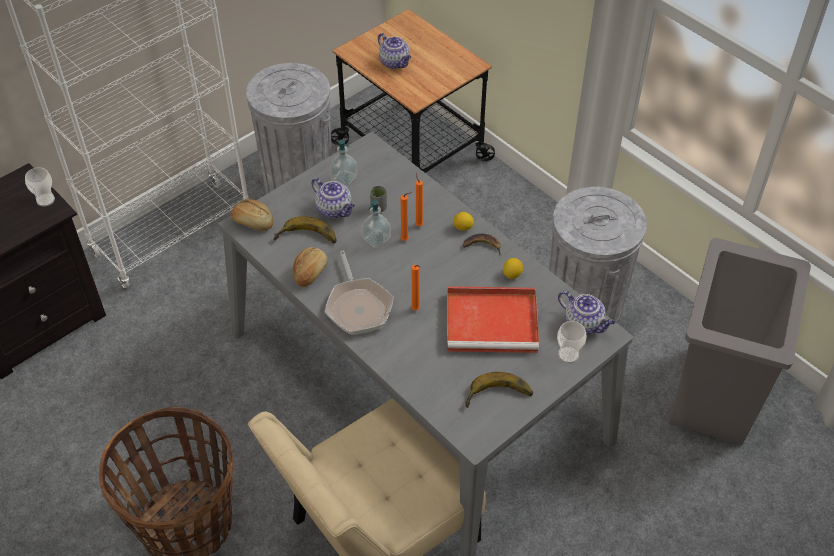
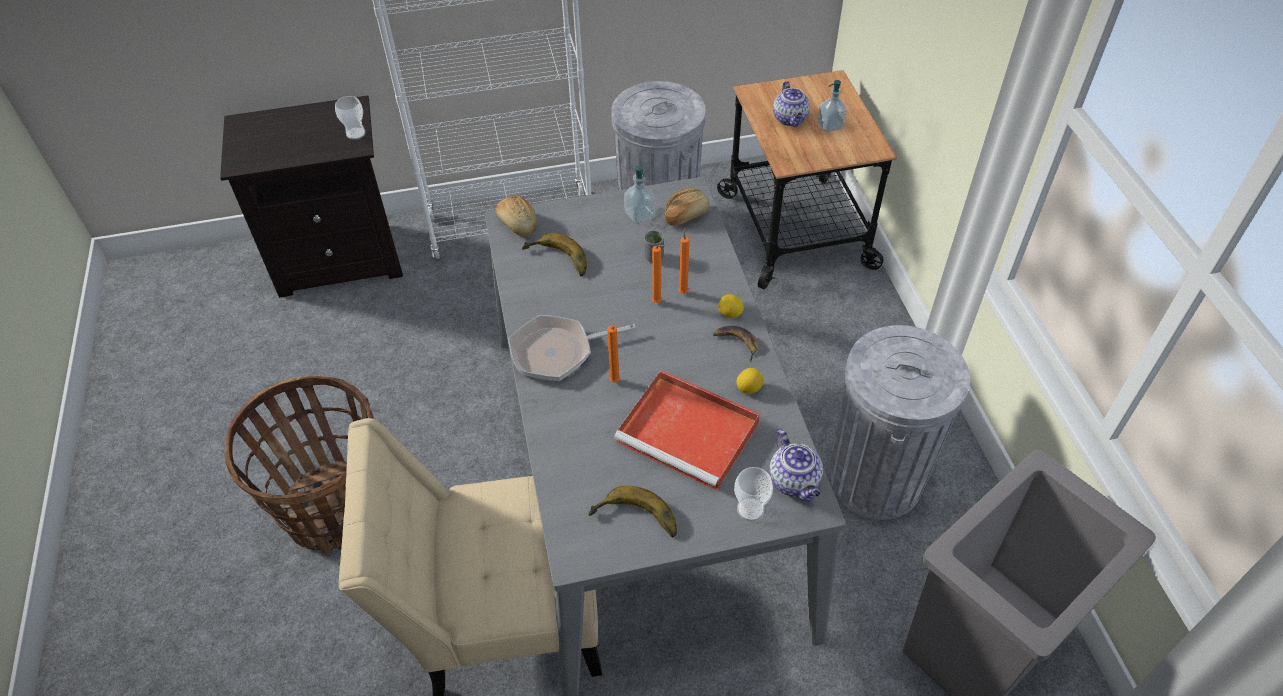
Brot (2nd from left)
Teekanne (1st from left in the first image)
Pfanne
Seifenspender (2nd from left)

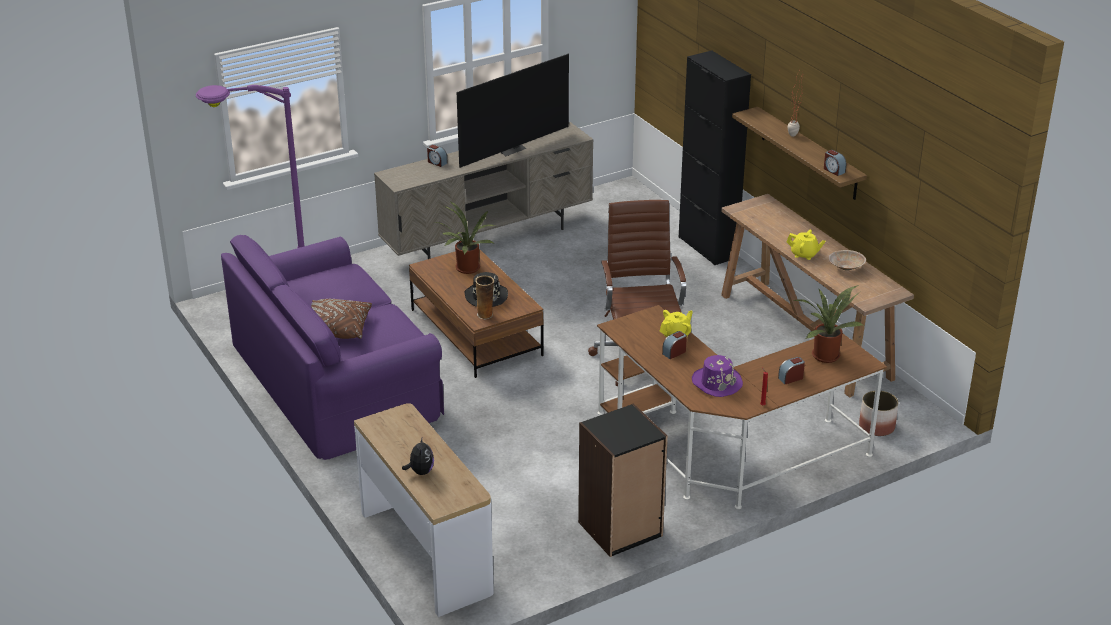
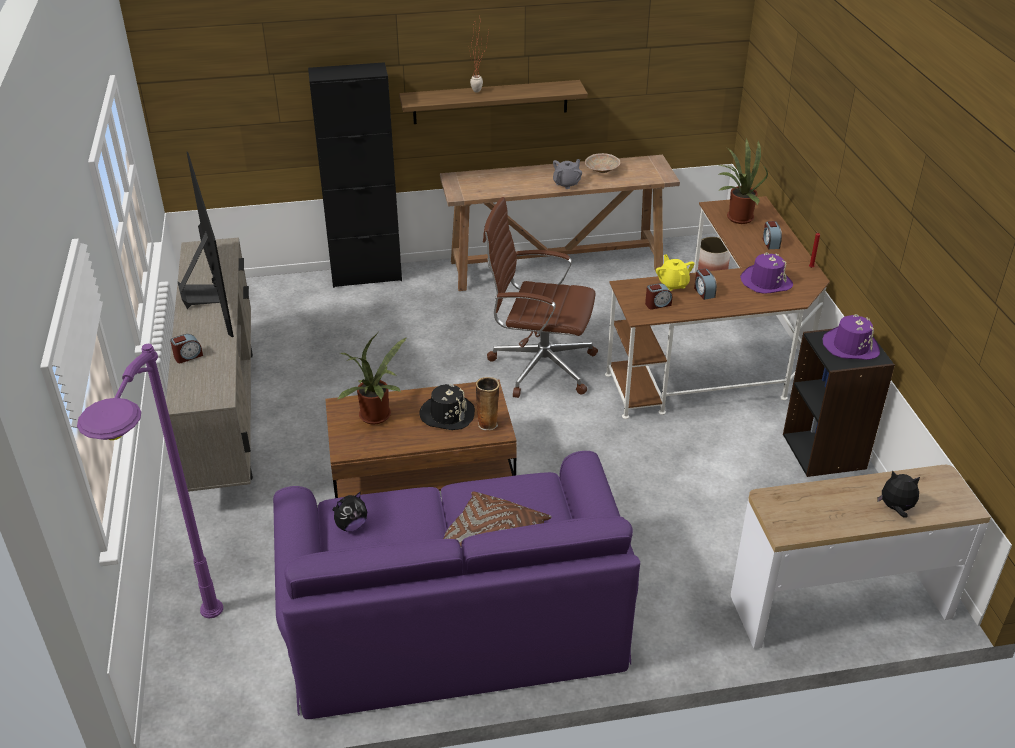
Teekanne/grau
Wecker (2nd from left)
Plüschtier (1st from left)
Hut/lila (2nd from left)

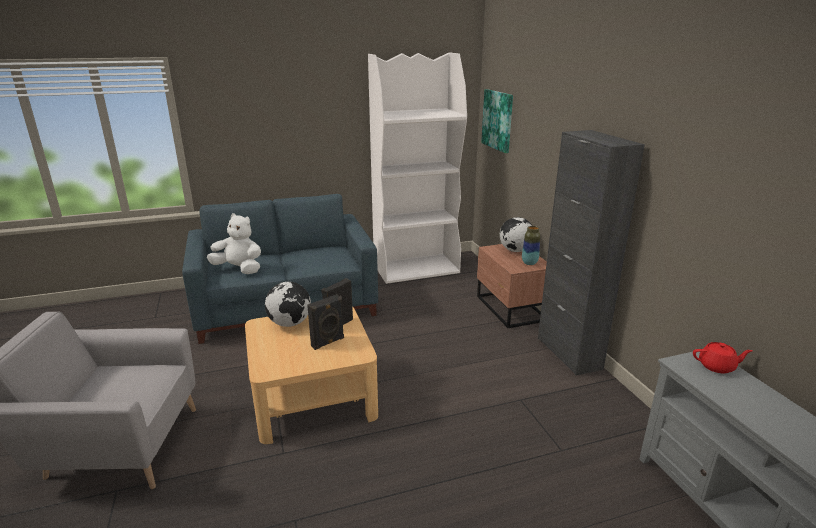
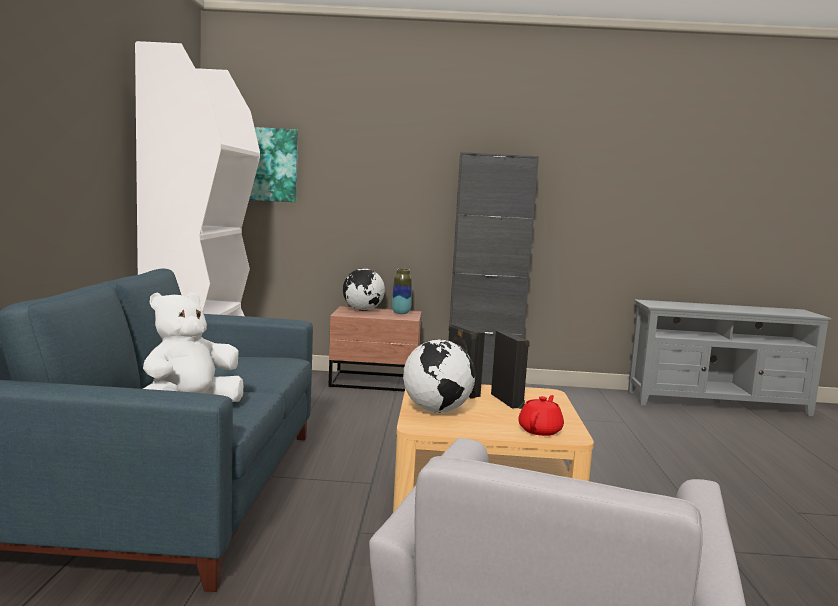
Teekanne/rot

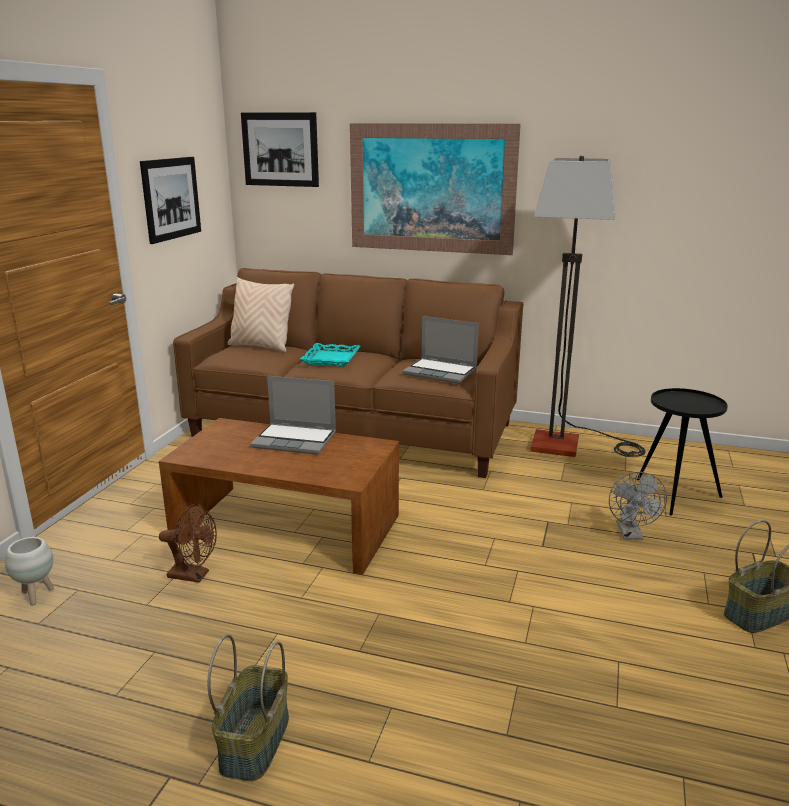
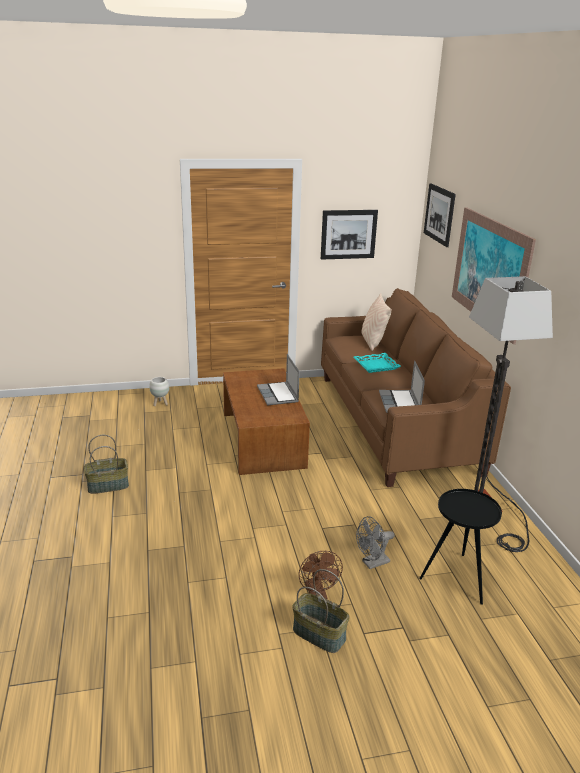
Ventilator/braun

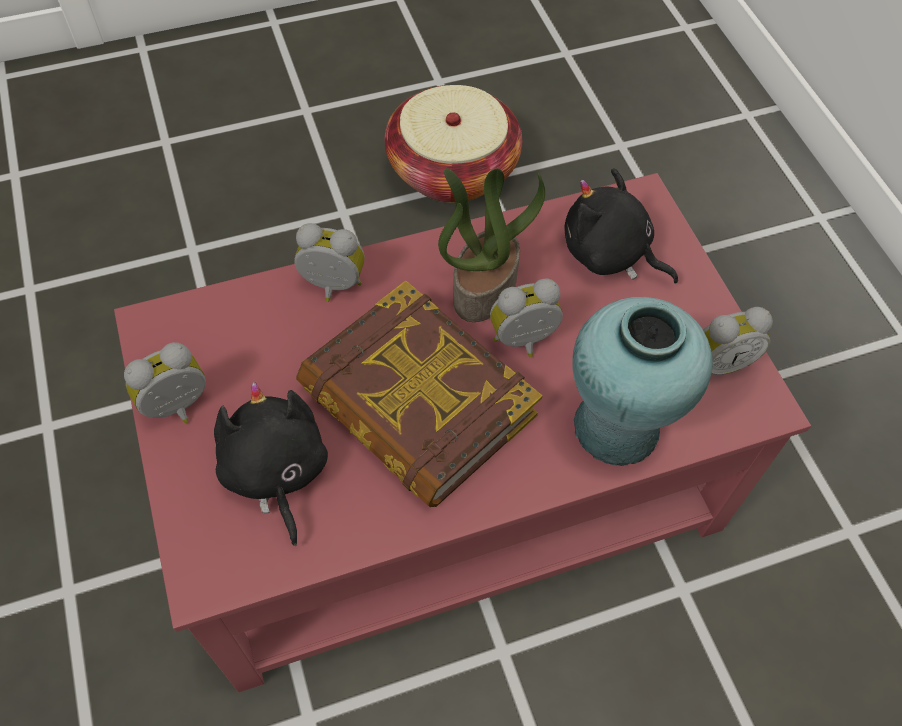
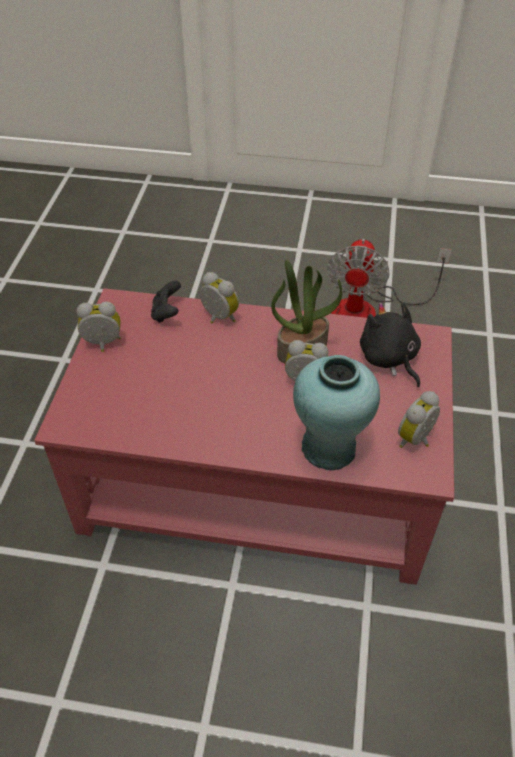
Plüschtier/schwarz (1st from left in the first image)
Buch
Ventilator
Wecker (4th from left)
Gamepad/schwarz

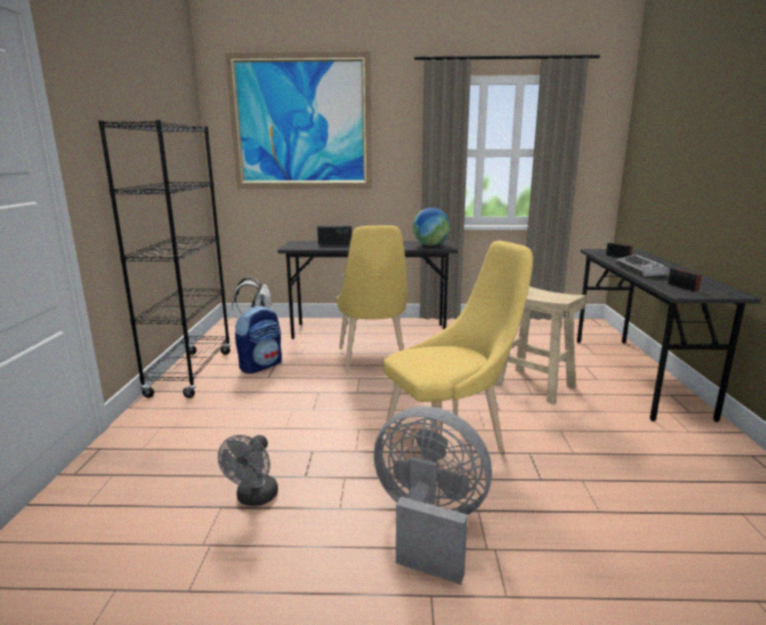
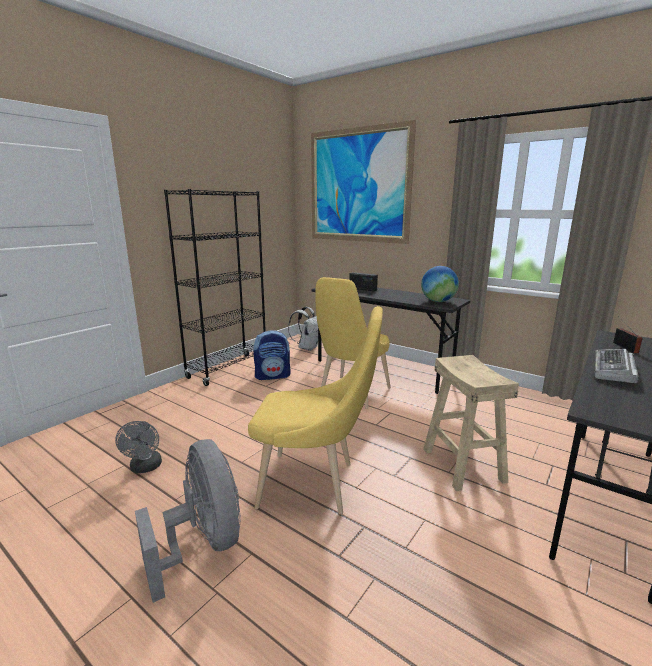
Ventilator/grau (1st from left)
Radio (3rd from left in the first image)

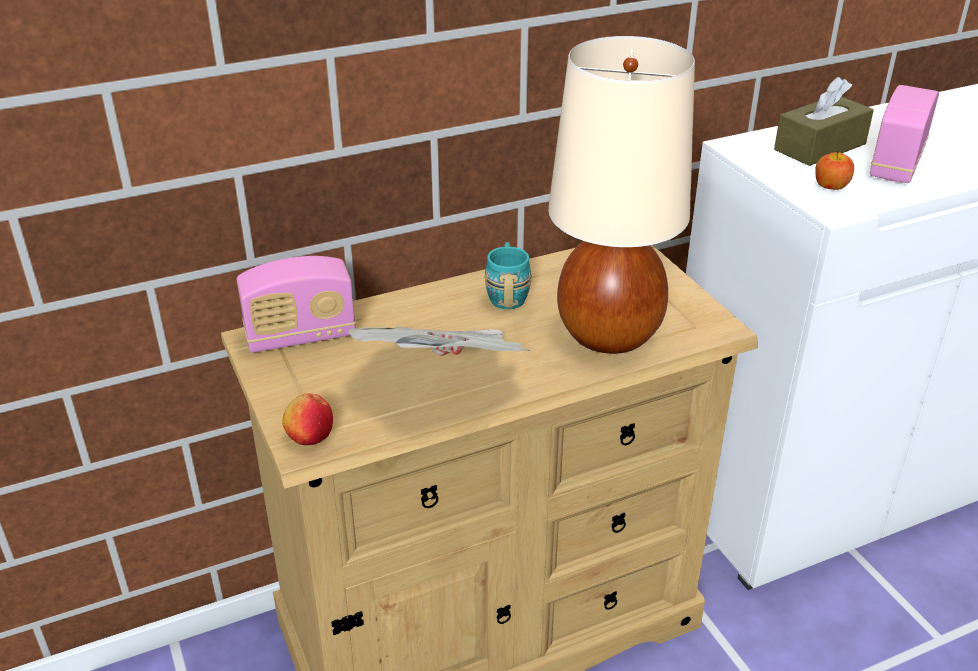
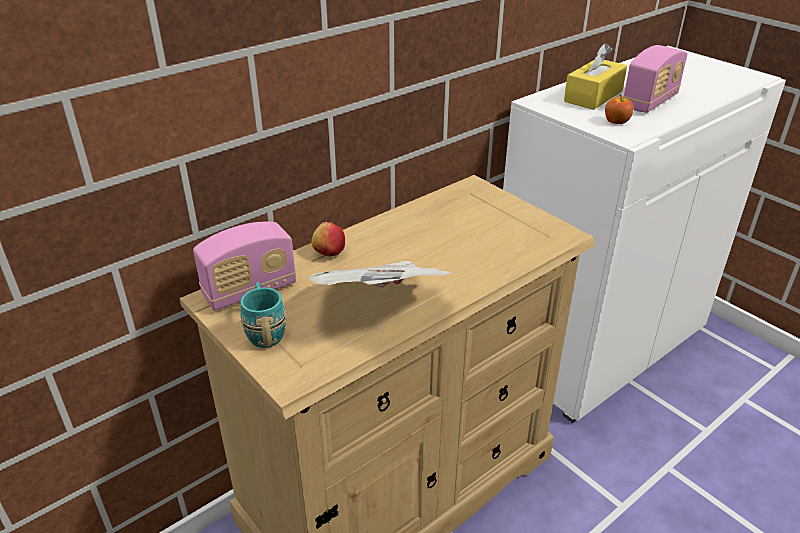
Apfel (1st from left)
Henkelbecher/türkis
Tischlampe/beige
Taschentuchbox/gelb
Radio (2nd from left)

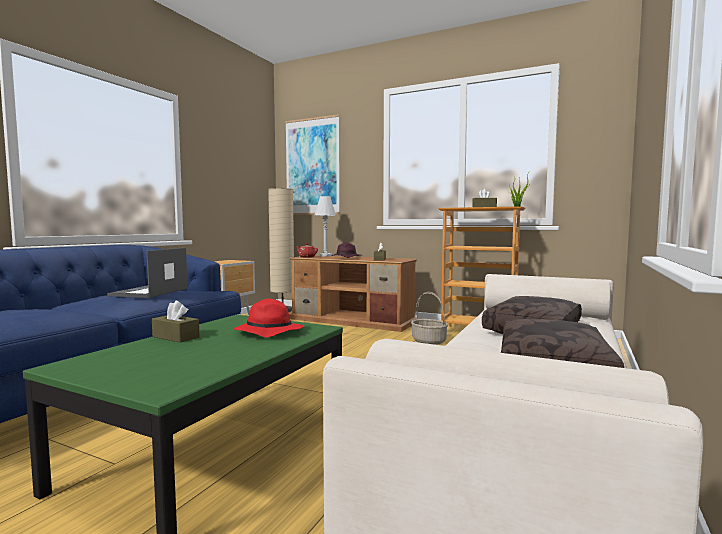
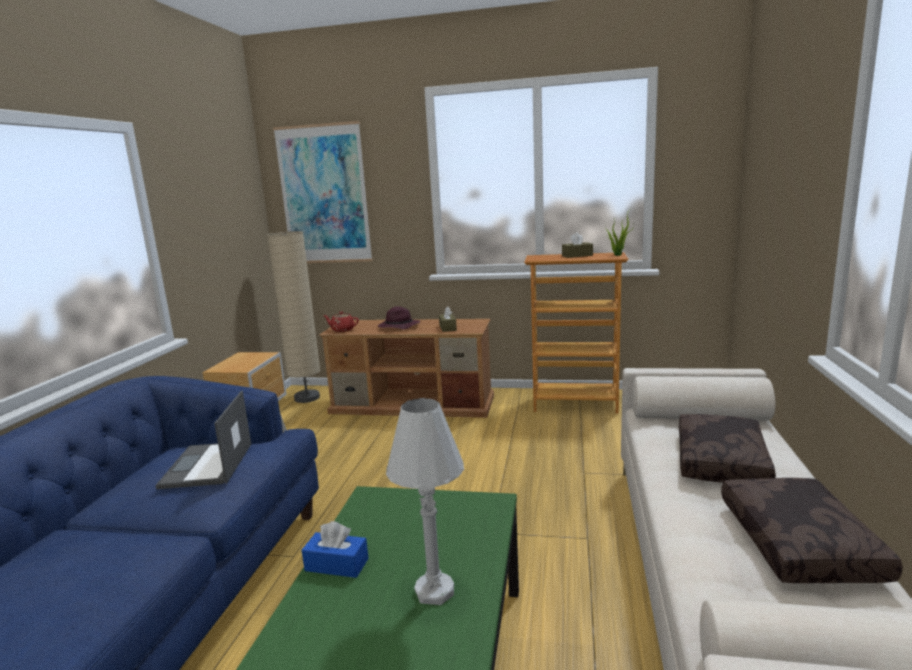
Taschentuchbox/blau
Hut/rot
Tischlampe/weiß
Korb

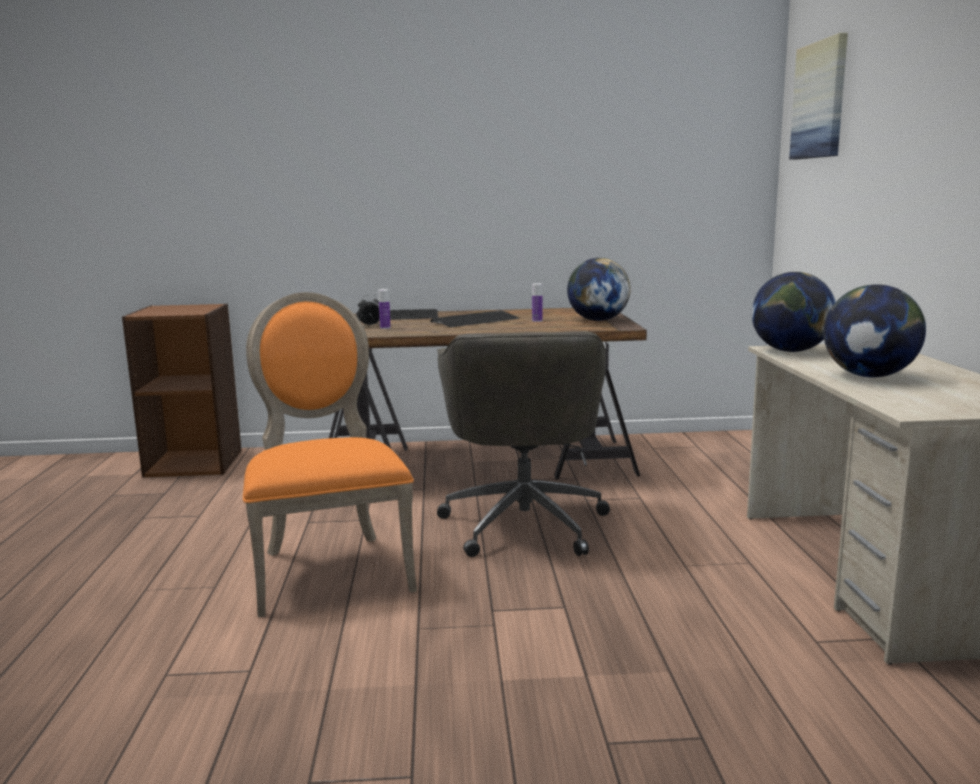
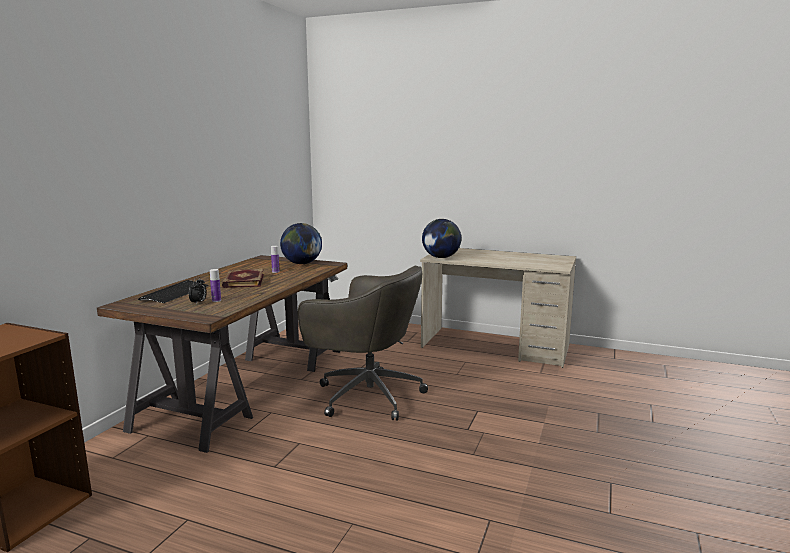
Stuhl/orange
Buch
Bild
Globus (3rd from left in the first image)

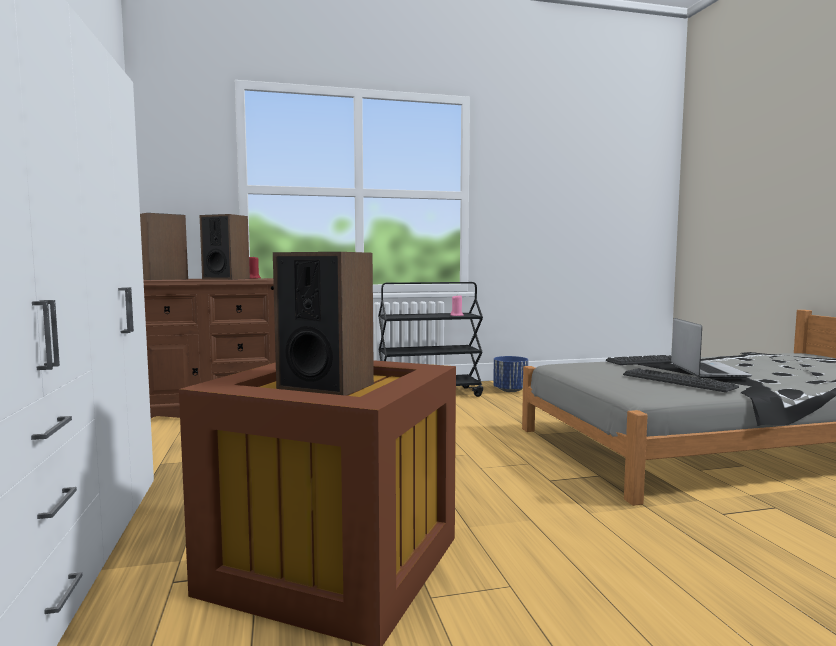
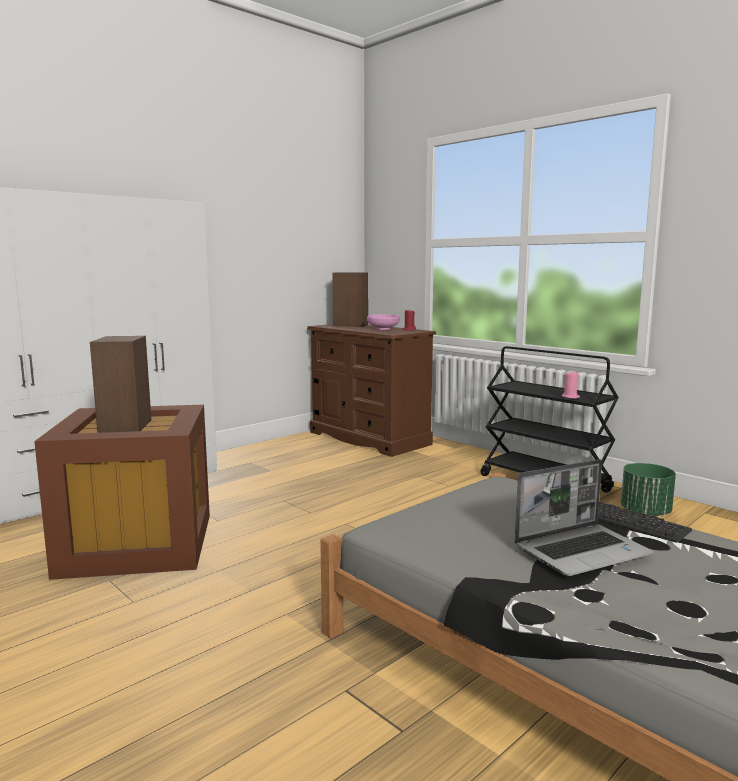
Schüssel/rosa
Pflanzkübel/grün
Tastatur (2nd from left in the first image)

